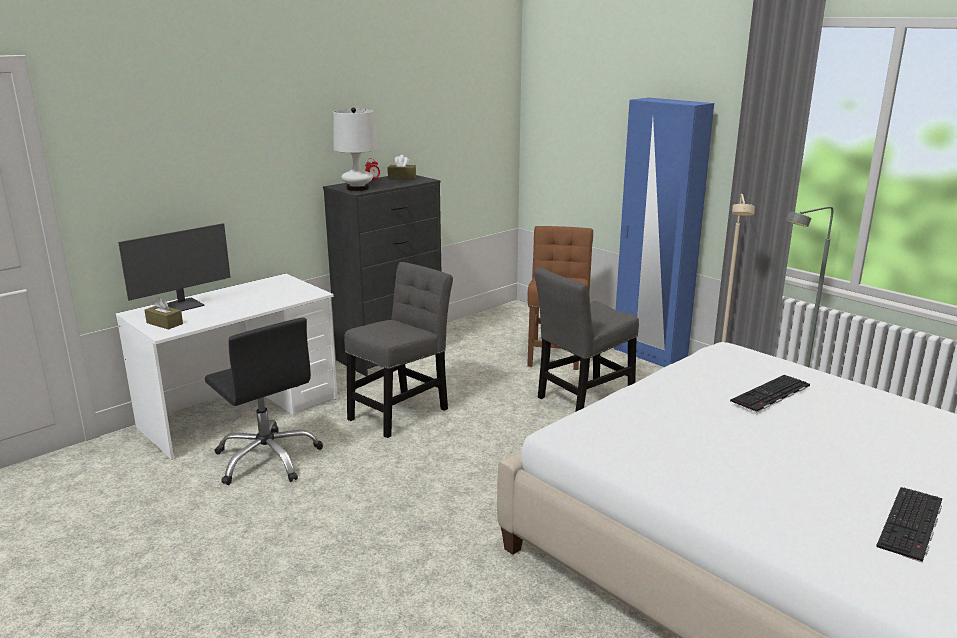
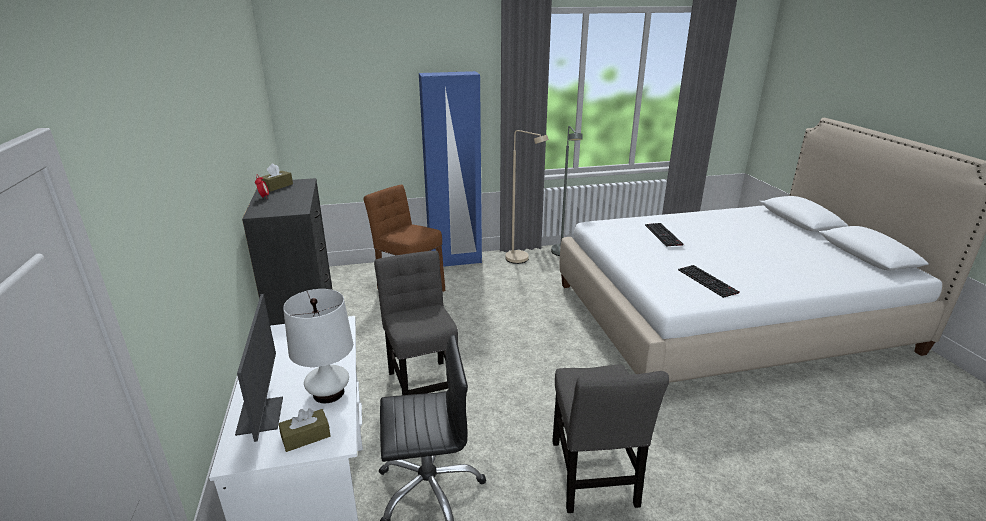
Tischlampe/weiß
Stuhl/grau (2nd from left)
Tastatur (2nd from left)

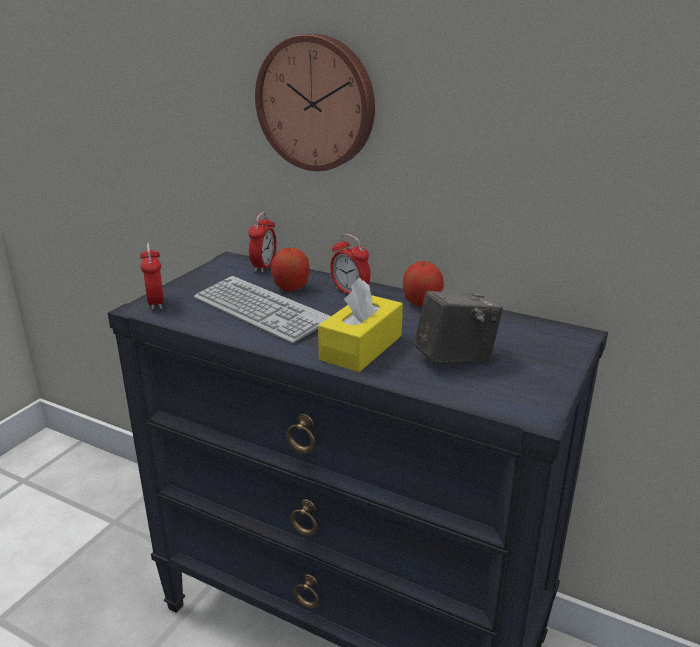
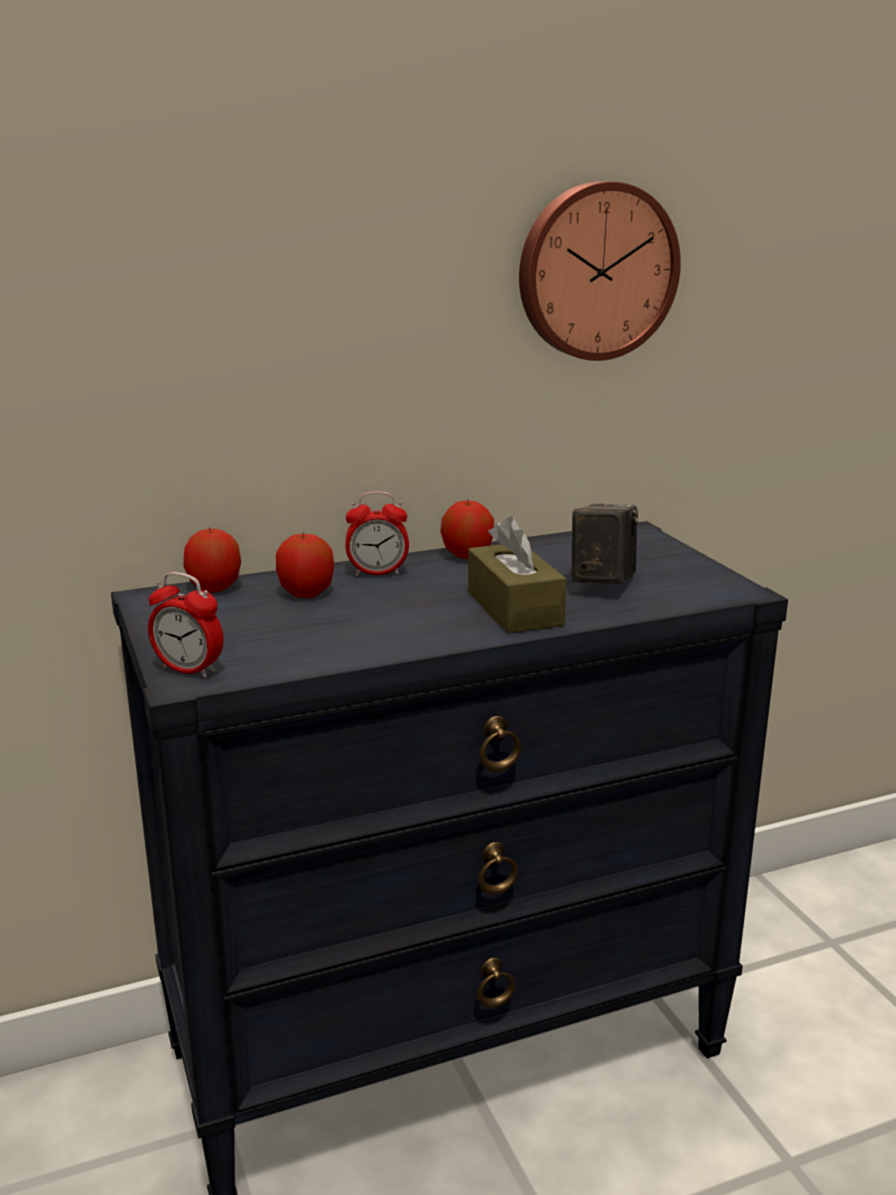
Tastatur
Apfel (1st from left)
Wanduhr
Taschentuchbox/braun

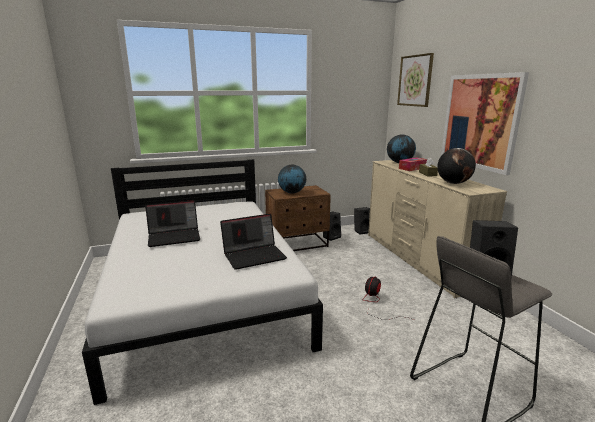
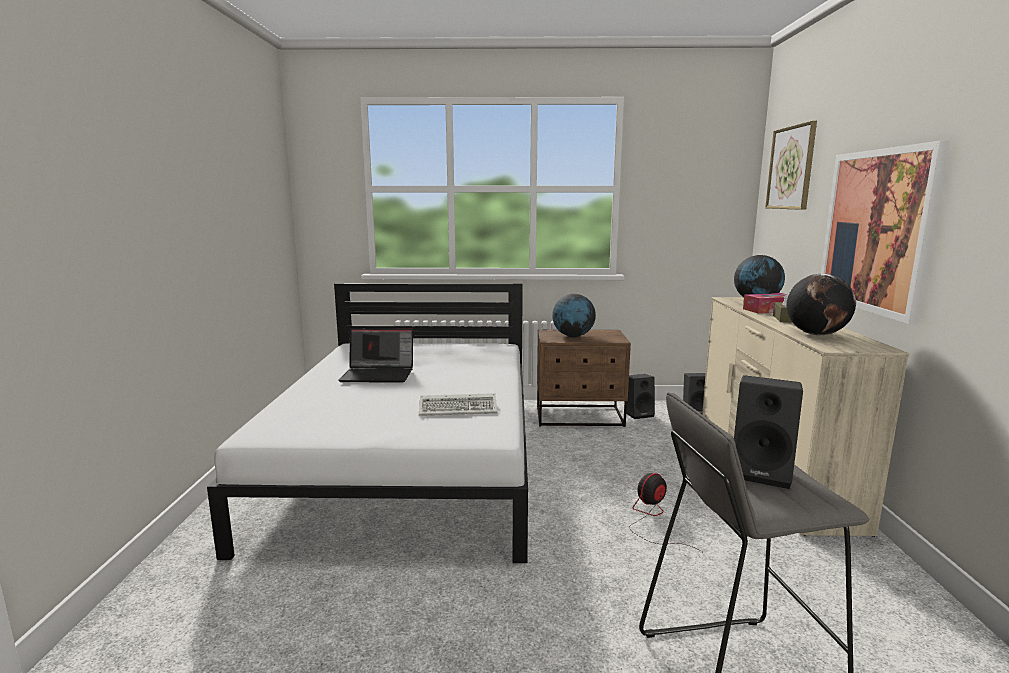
Tastatur

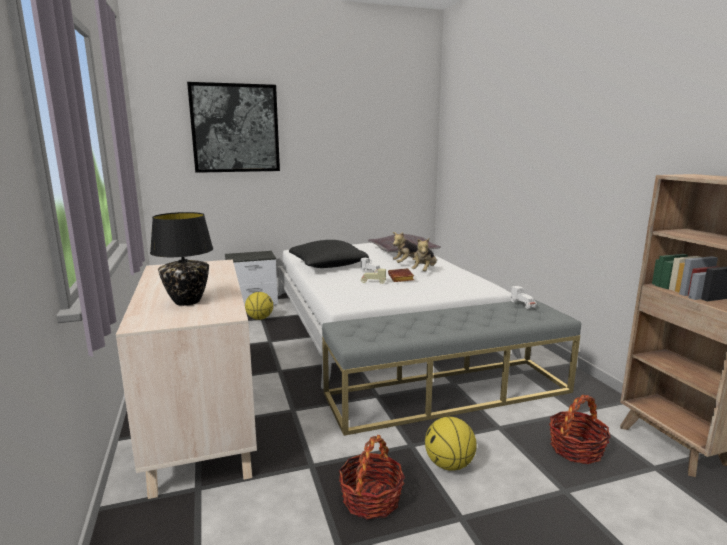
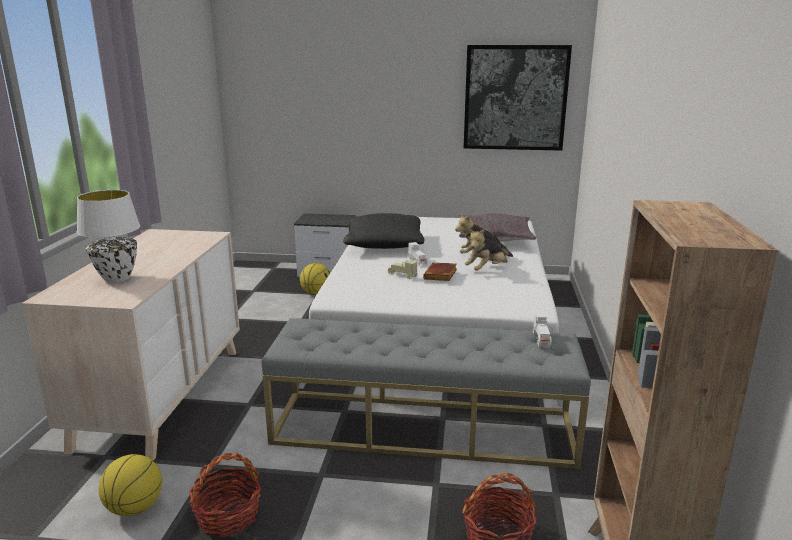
Tischlampe/weiß
Bild
Basketball (1st from left)

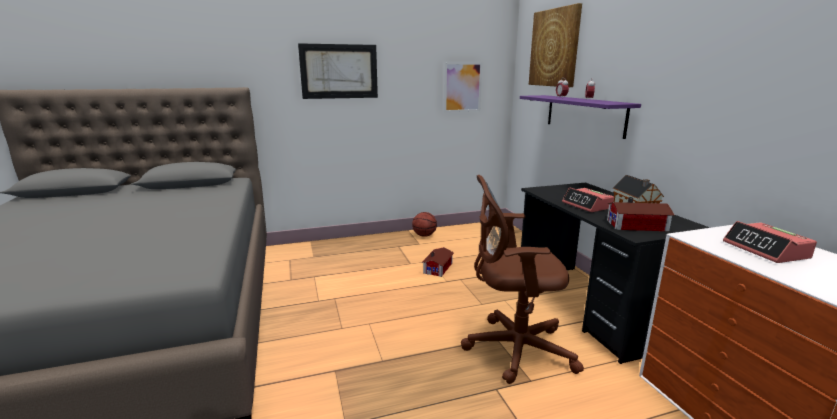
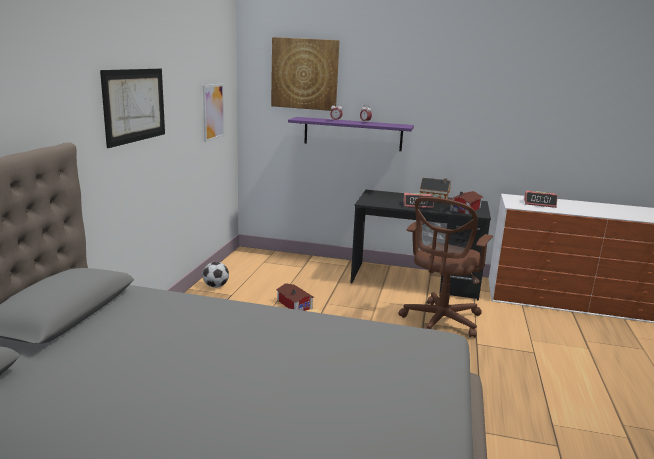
Fußball

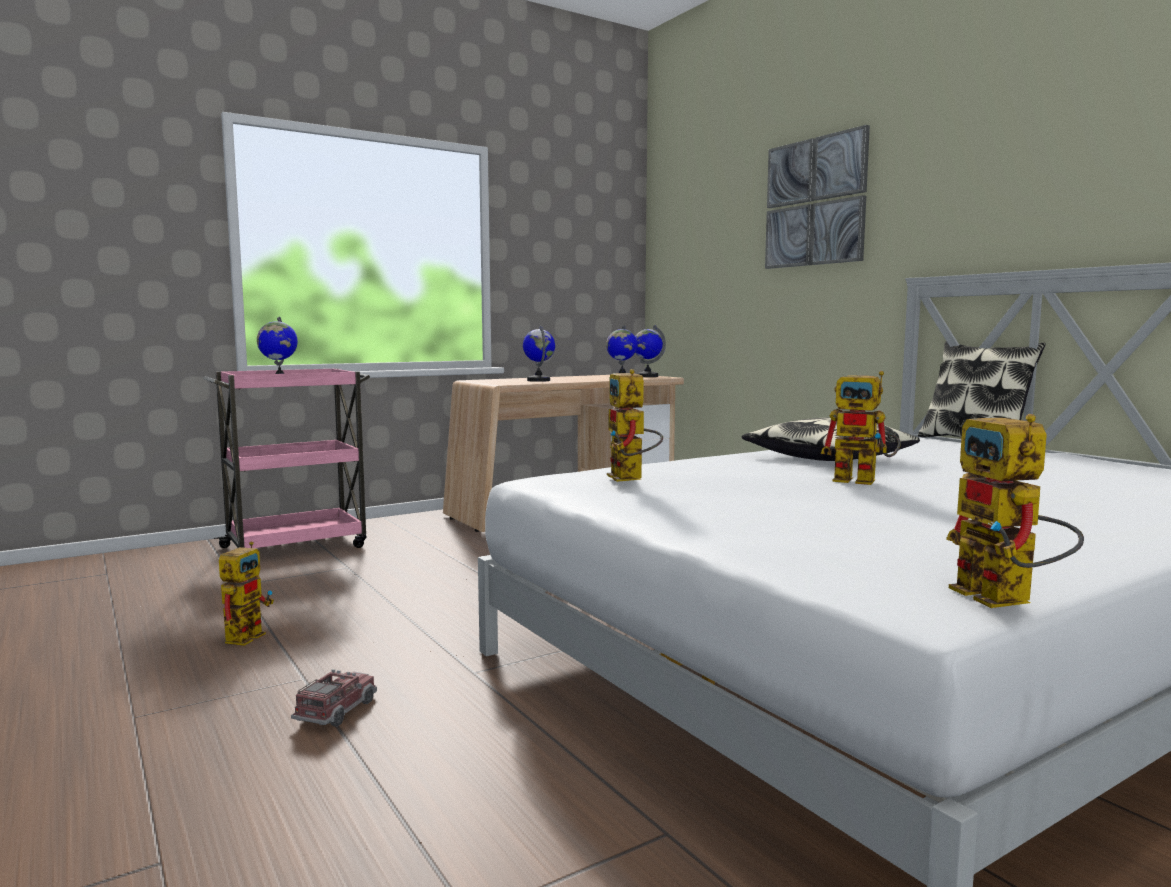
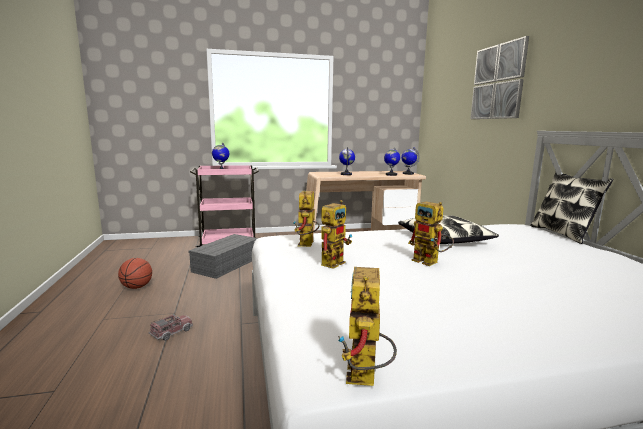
Spielzeugroboter (2nd from left)
Basketball
Aufbewahrungsbox/grau

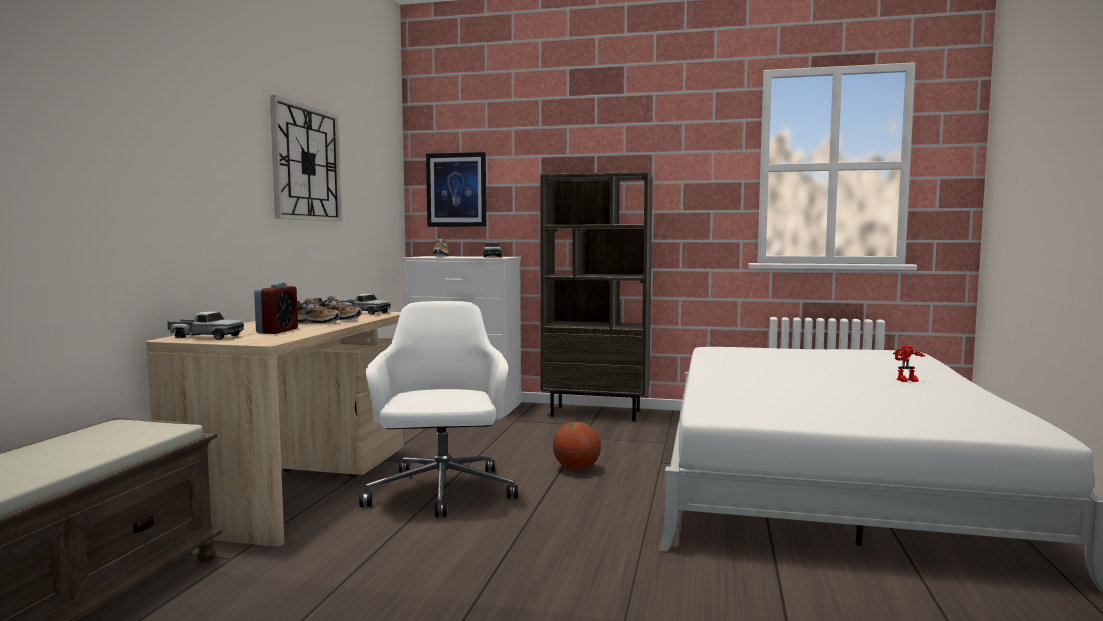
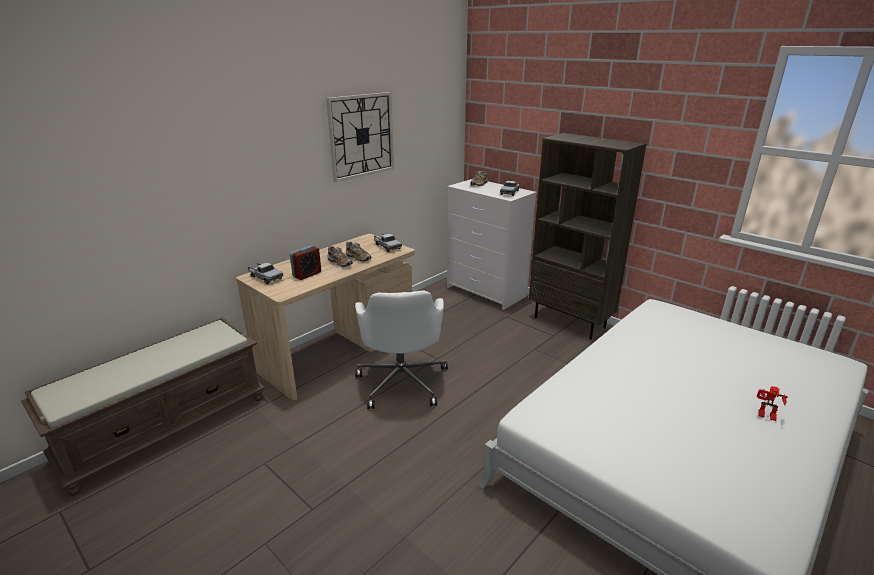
Bürostuhl/weiß
Bild
Basketball

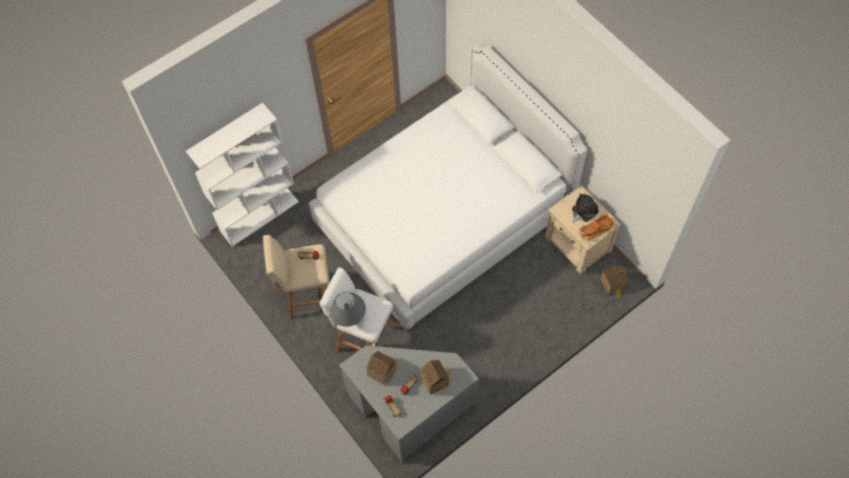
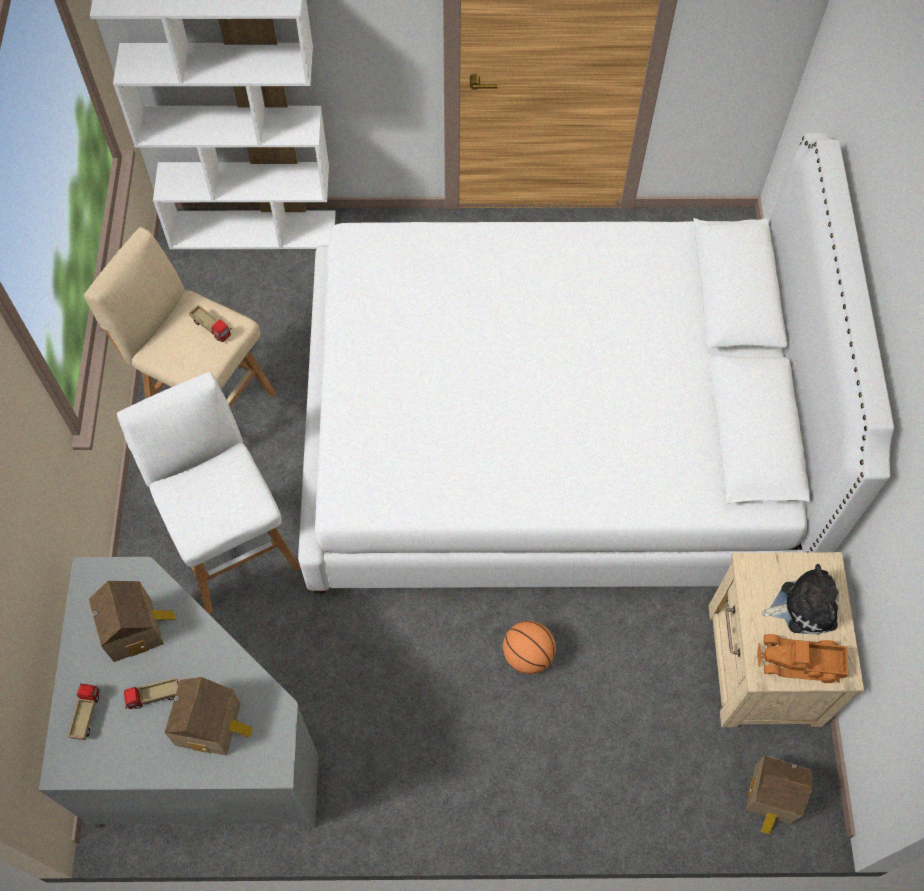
Tischlampe/grau
Basketball

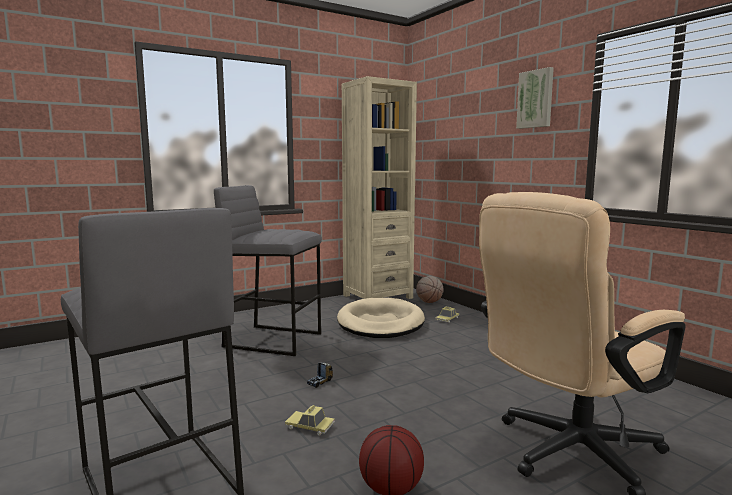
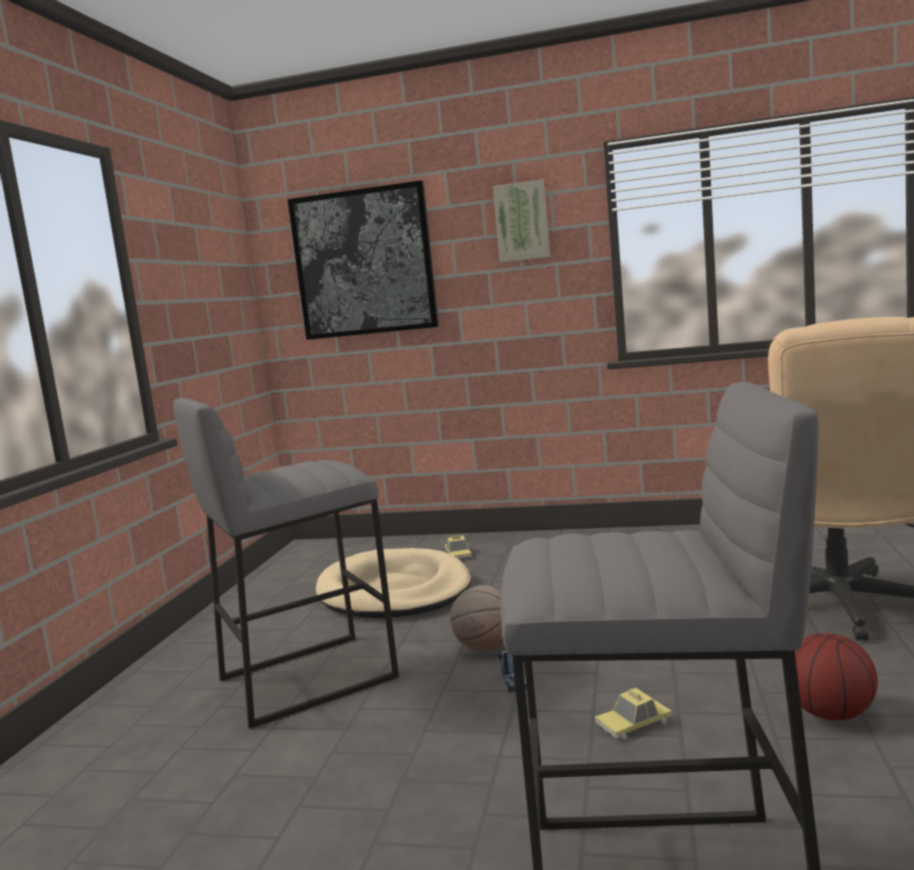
Bücherregal/beige
Basketball (1st from left)
Bild (1st from left)

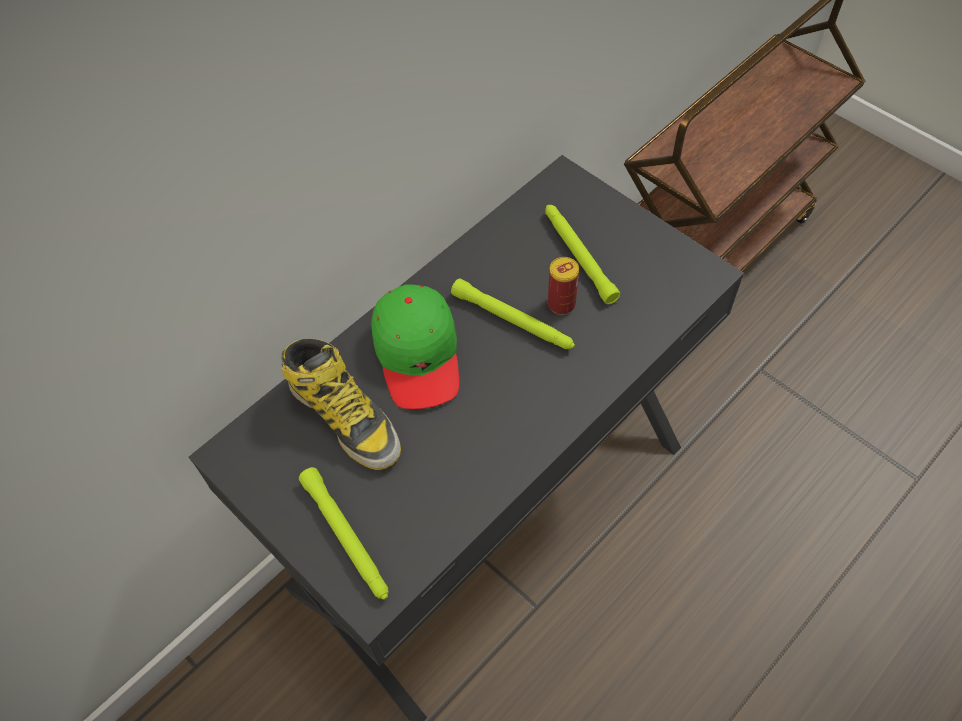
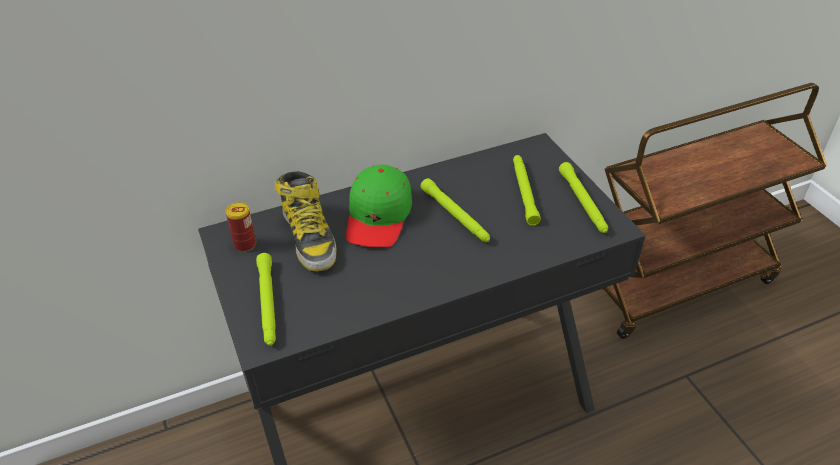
Dose
Taschenlampe/grün (4th from left)

